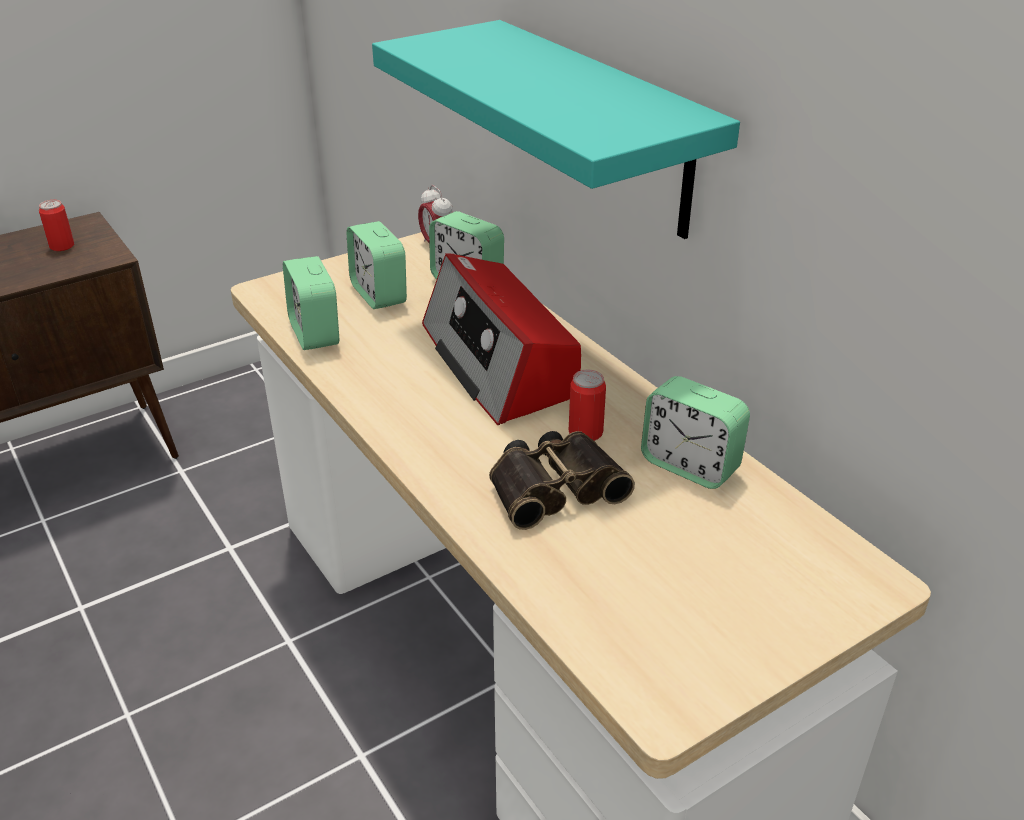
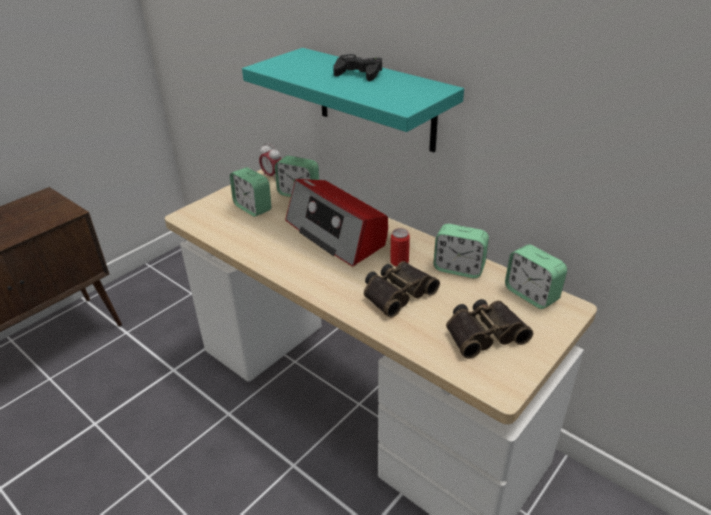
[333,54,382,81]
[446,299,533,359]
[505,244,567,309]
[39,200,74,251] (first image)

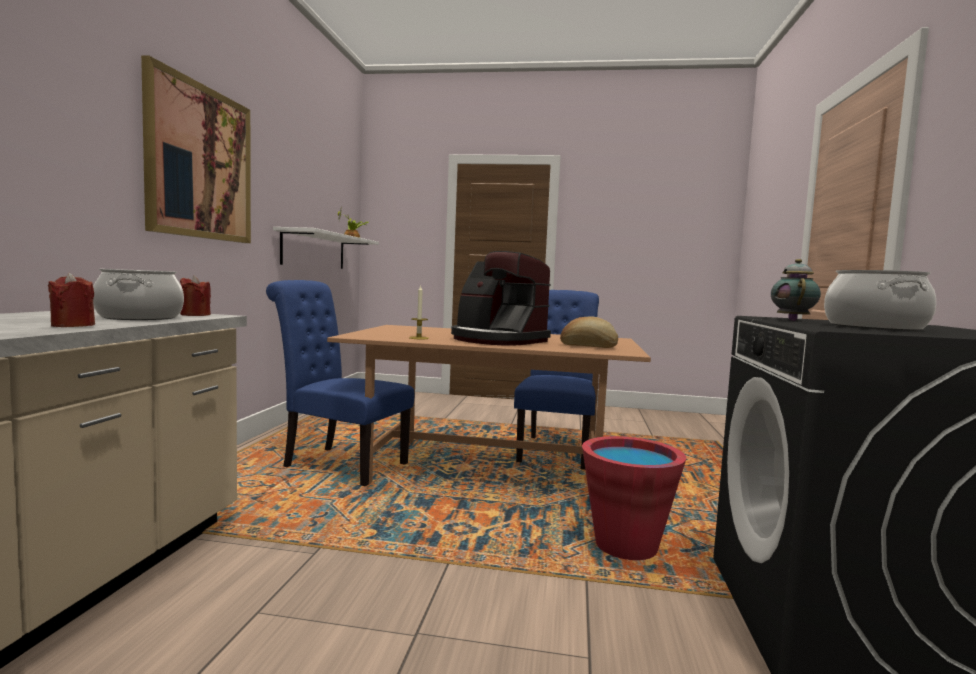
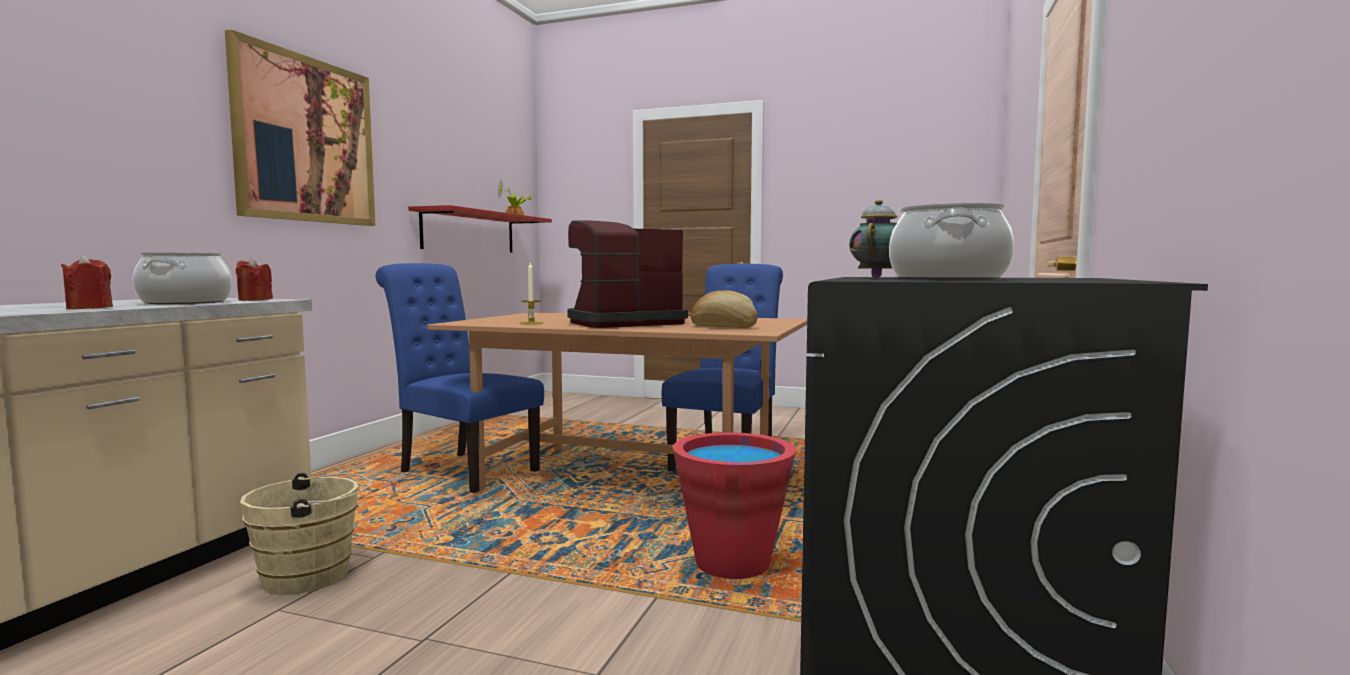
[240,473,371,595]
[408,205,552,252]
[567,220,688,328]

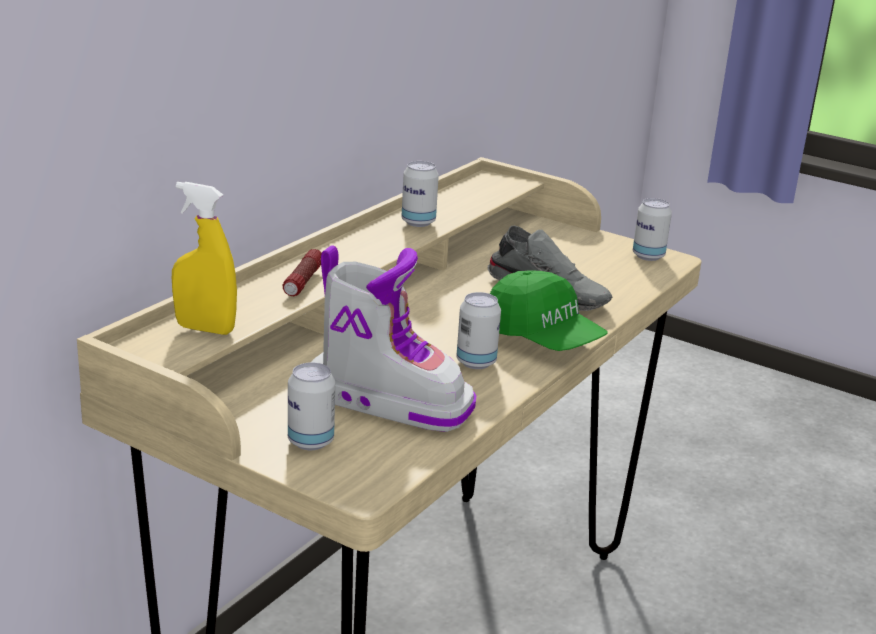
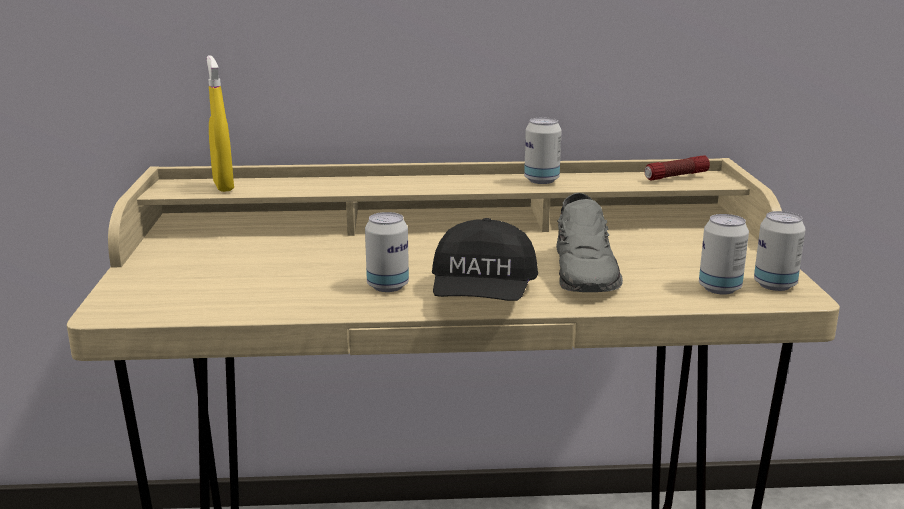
[432,218,538,301]
[644,155,710,180]
[699,214,749,295]
[311,245,476,432] (first image)

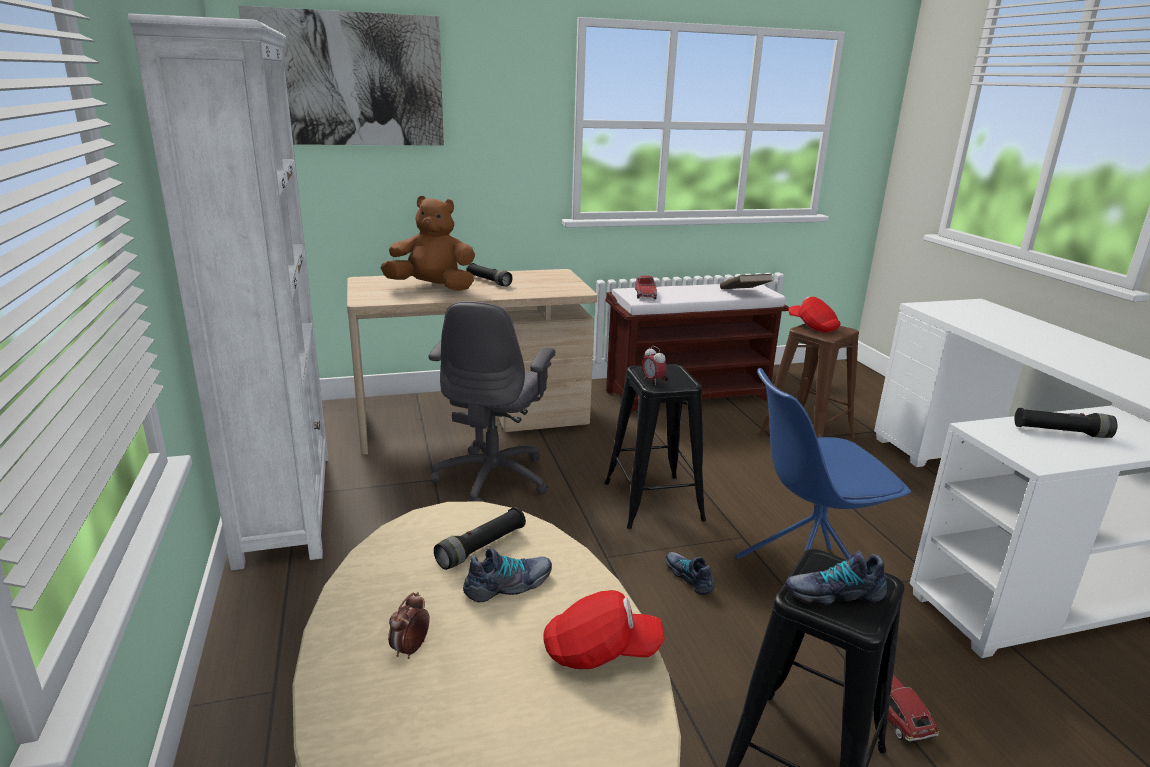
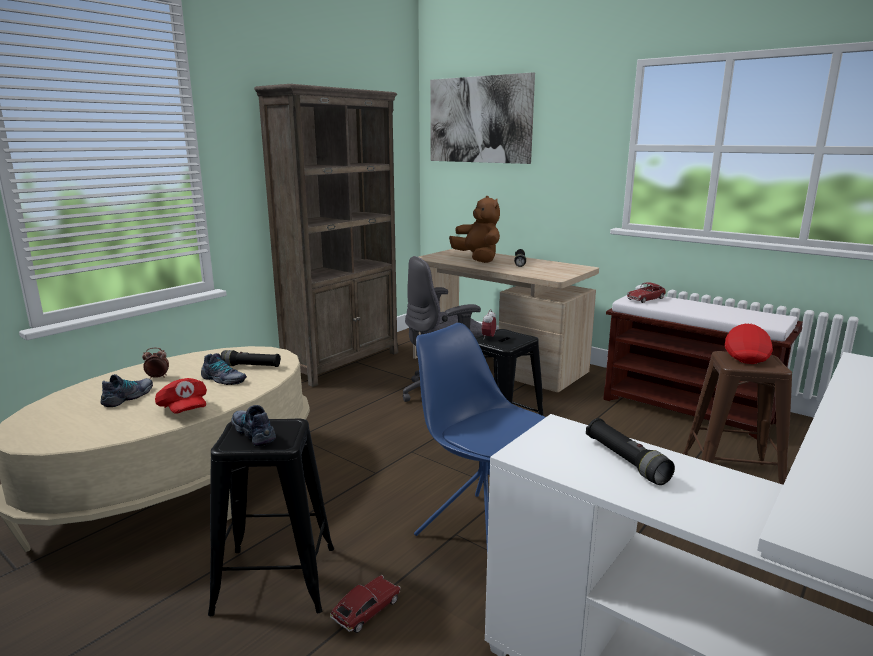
[100,374,153,407]
[254,84,398,387]
[720,274,773,289] (first image)

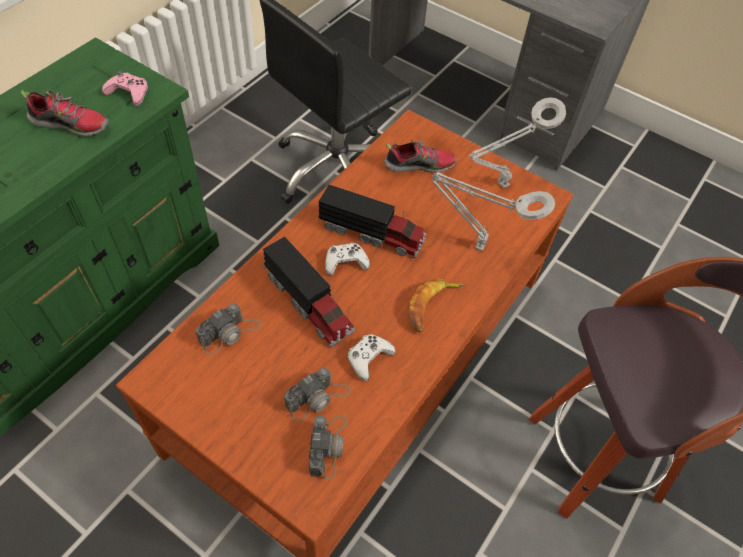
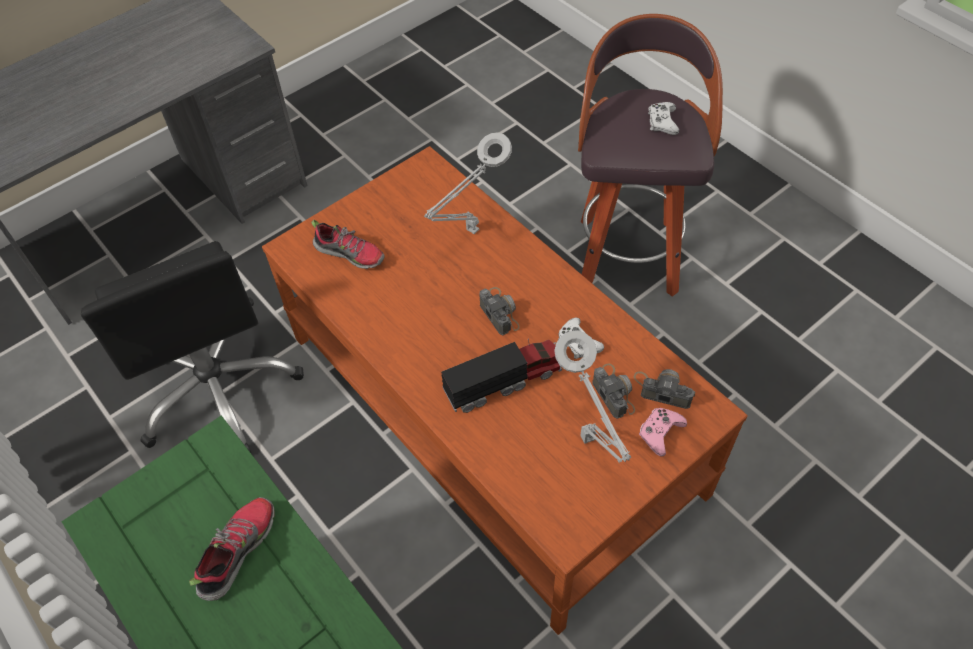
[311,220,385,269]
[480,287,520,335]
[554,330,631,463]
[639,408,687,456]
[648,102,679,135]
[318,185,427,258] (first image)
[408,278,465,333] (first image)

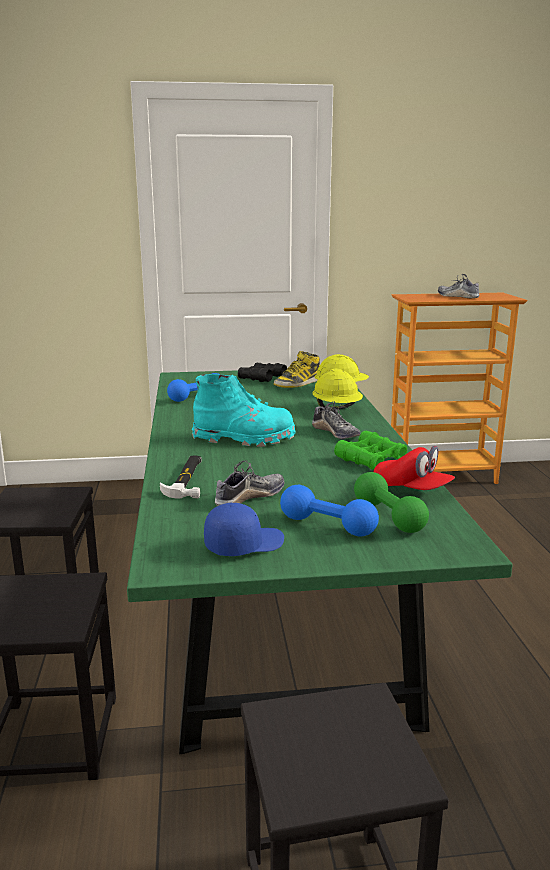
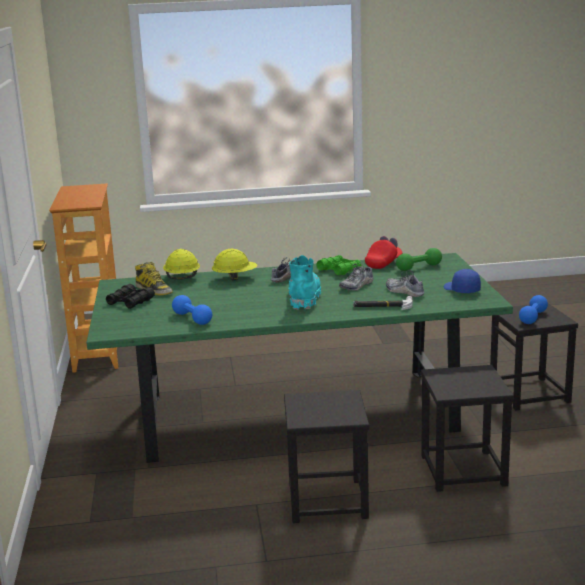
[339,263,374,290]
[519,295,548,324]

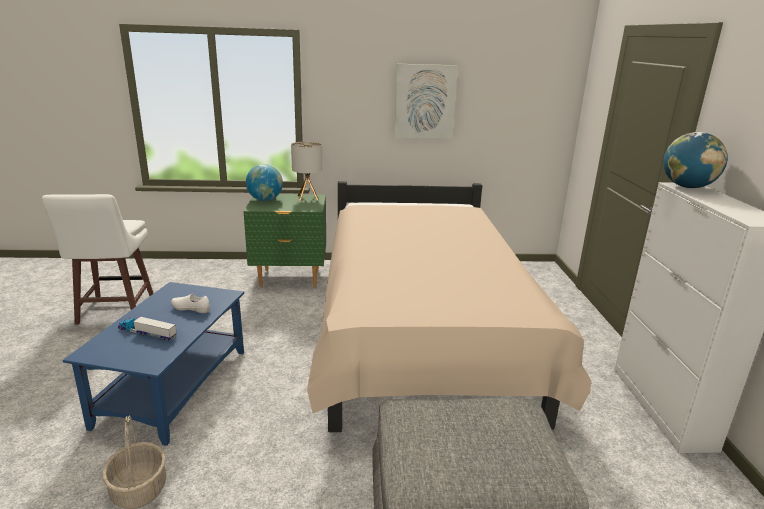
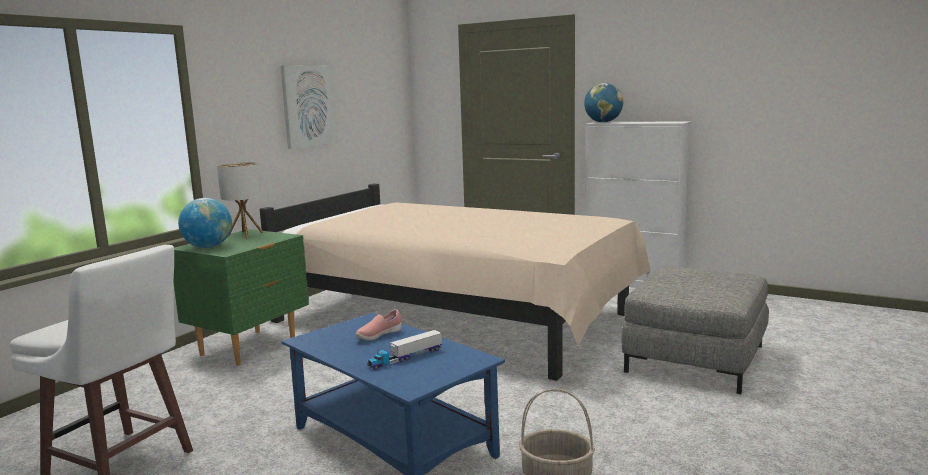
[355,309,402,341]

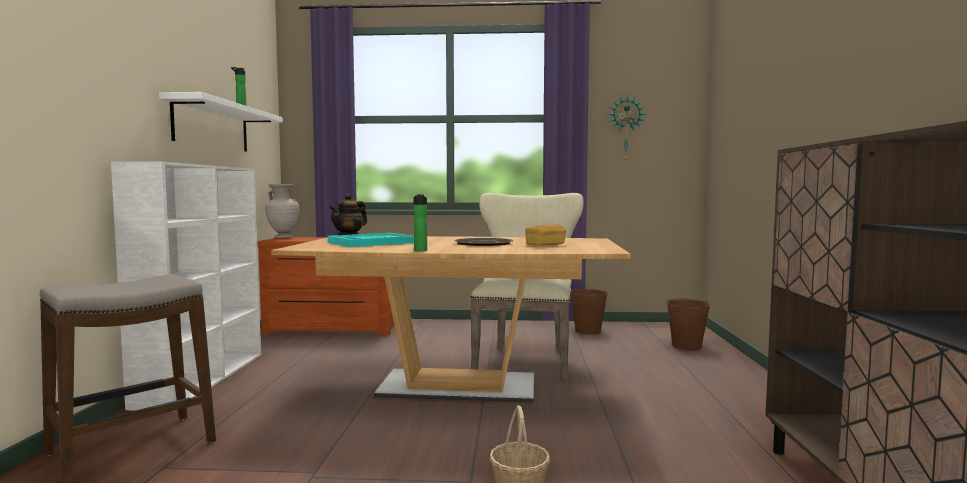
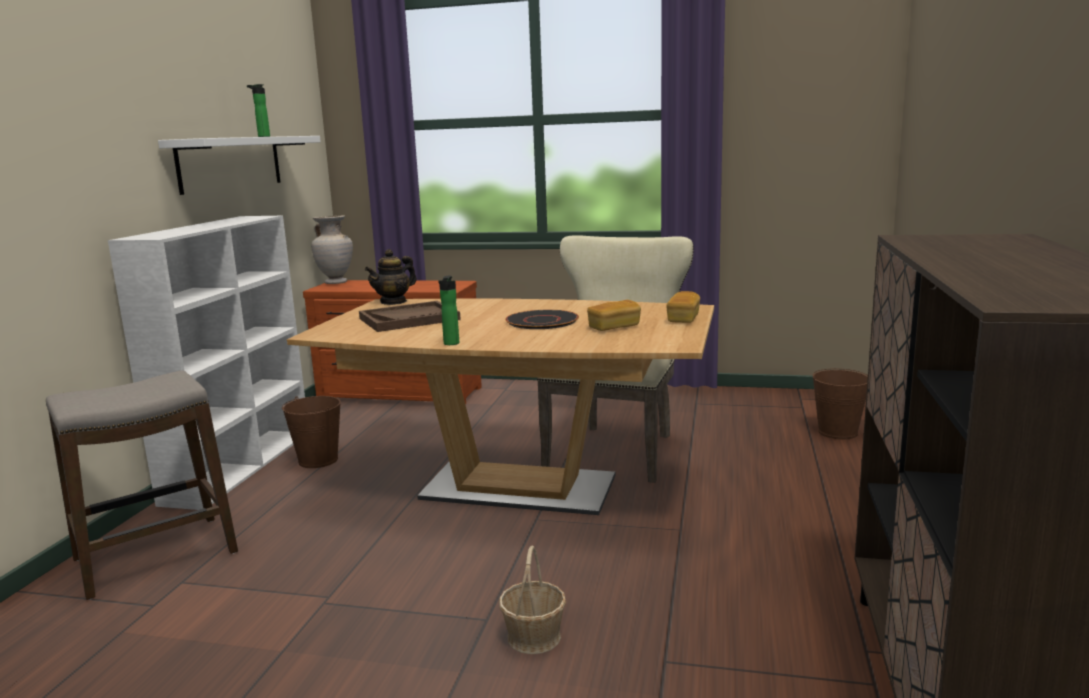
[282,396,341,468]
[359,301,461,332]
[666,291,700,323]
[608,95,645,161] (first image)

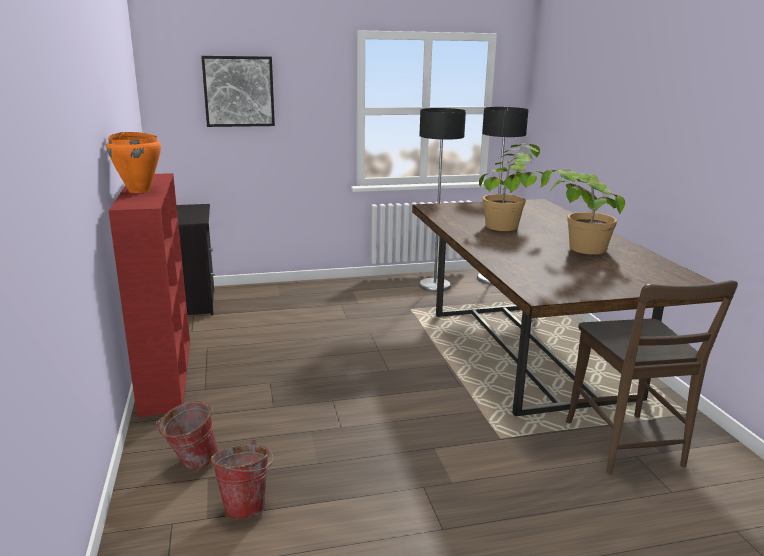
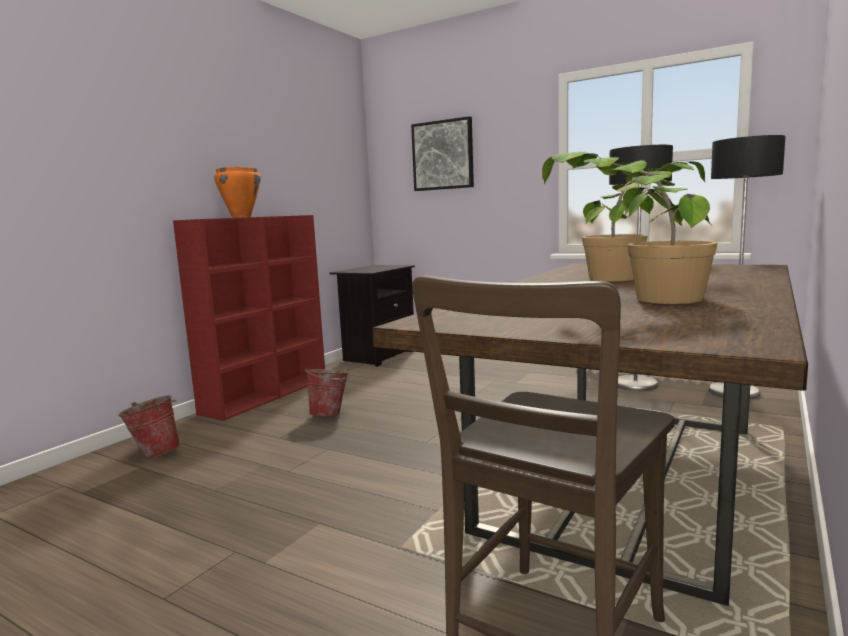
[305,368,351,416]

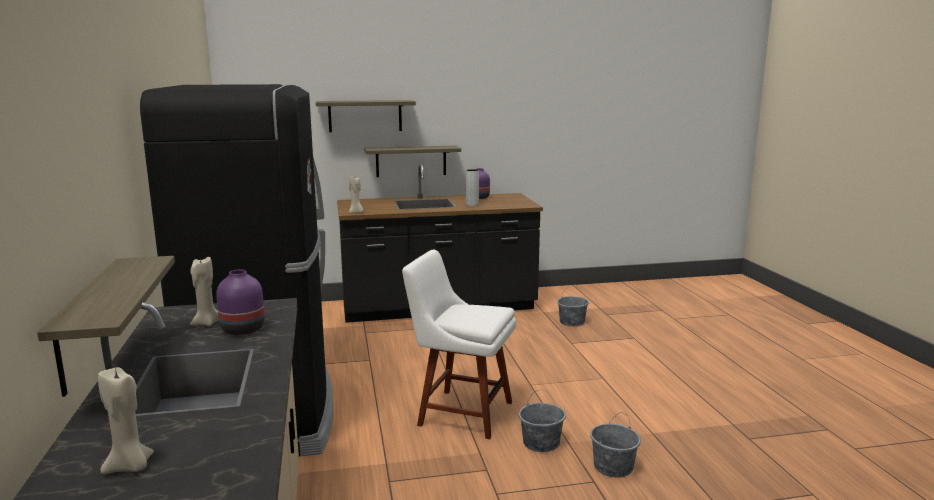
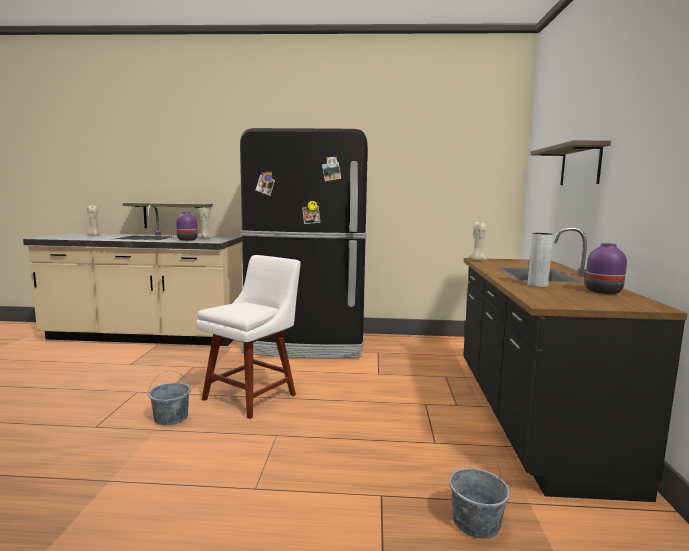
[364,146,461,177] (first image)
[590,412,641,477] (first image)

